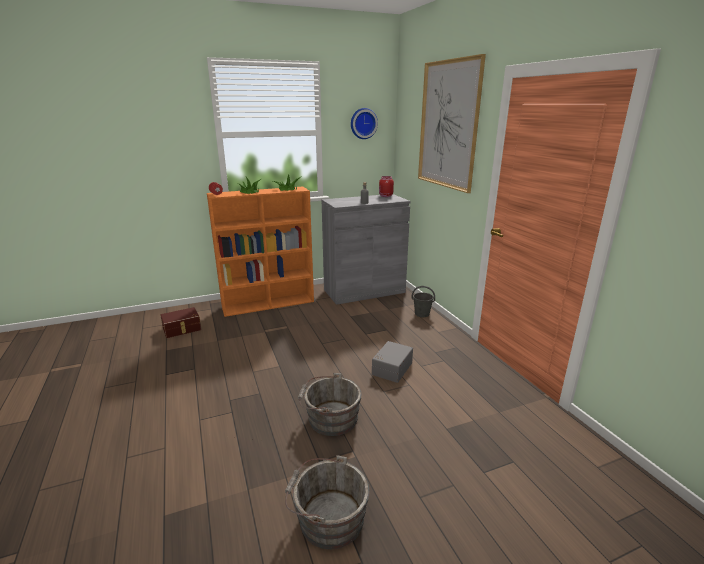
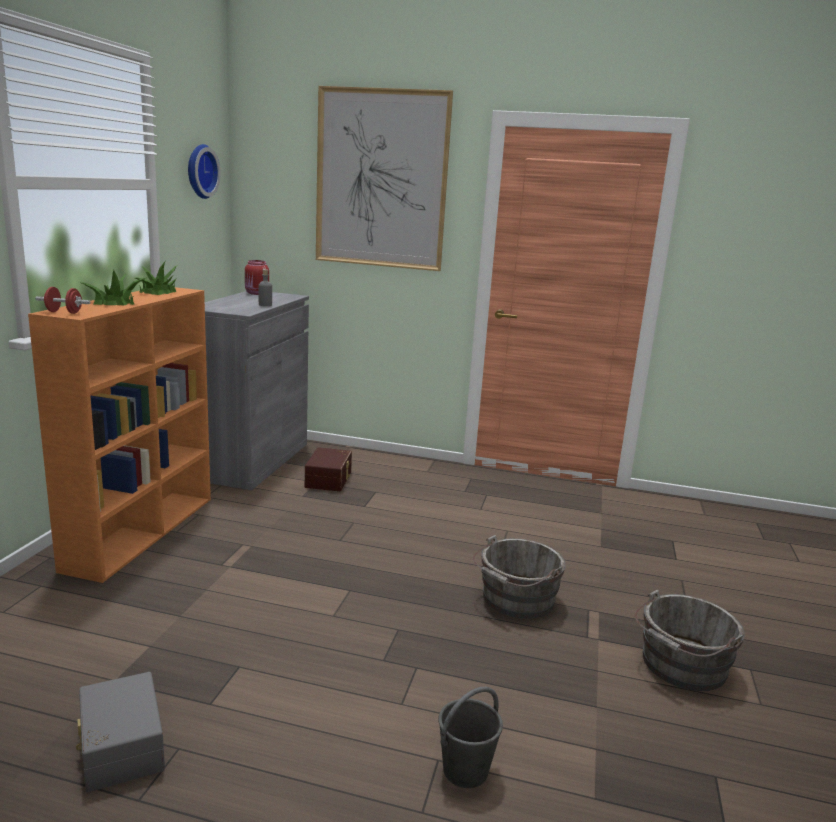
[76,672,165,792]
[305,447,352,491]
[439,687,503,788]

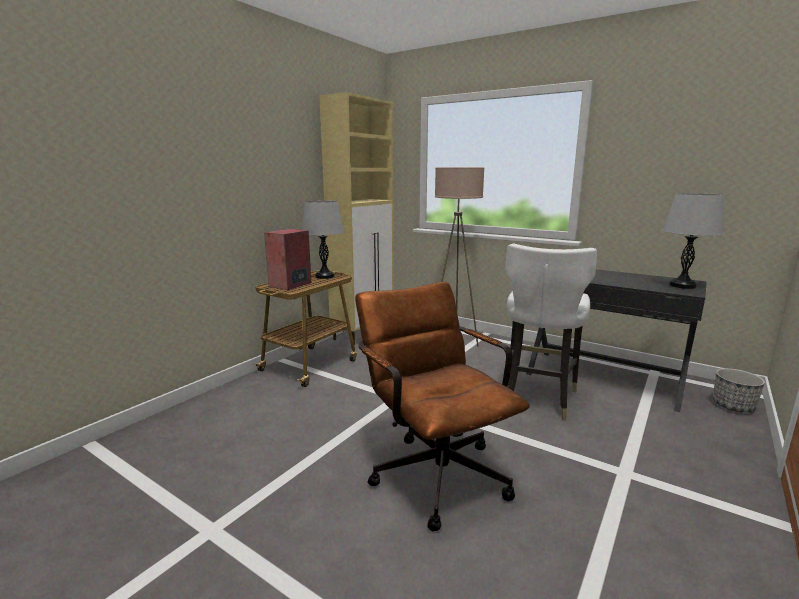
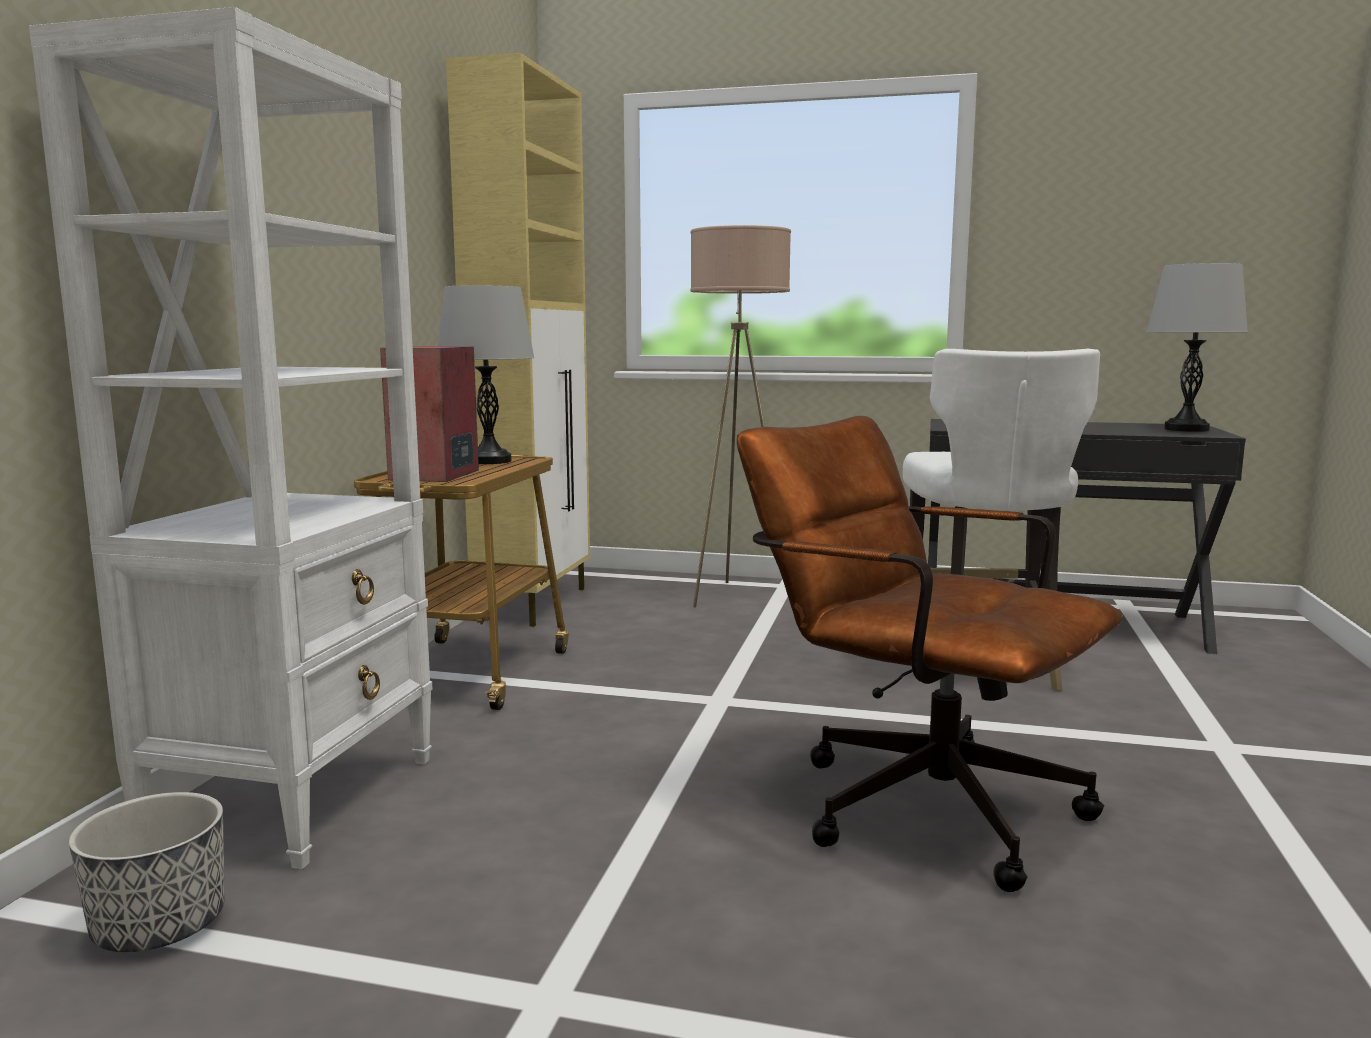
[29,7,433,869]
[69,792,225,952]

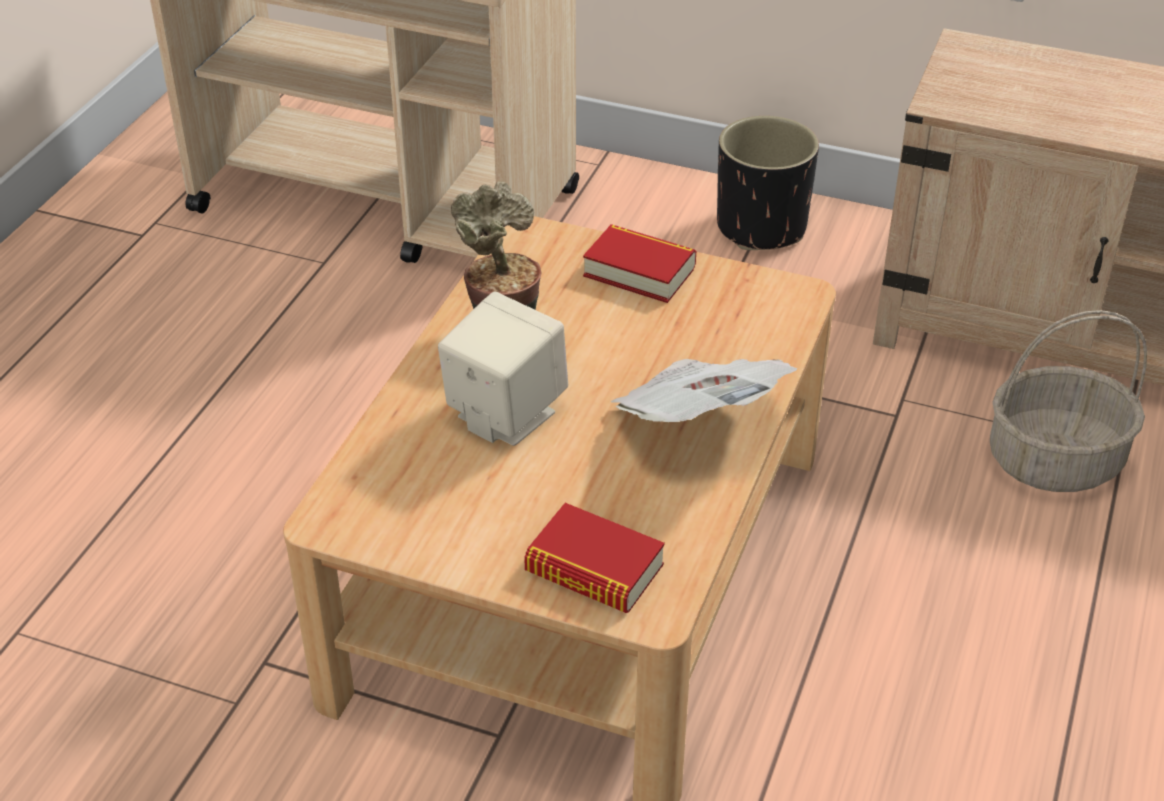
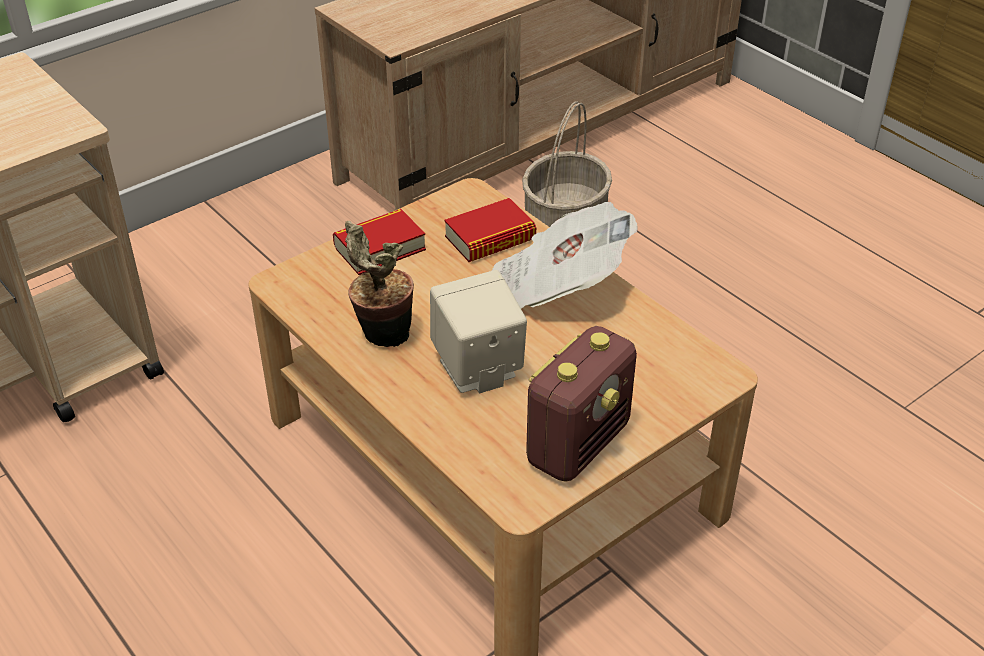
[444,198,536,262]
[526,326,637,482]
[717,116,819,250] (first image)

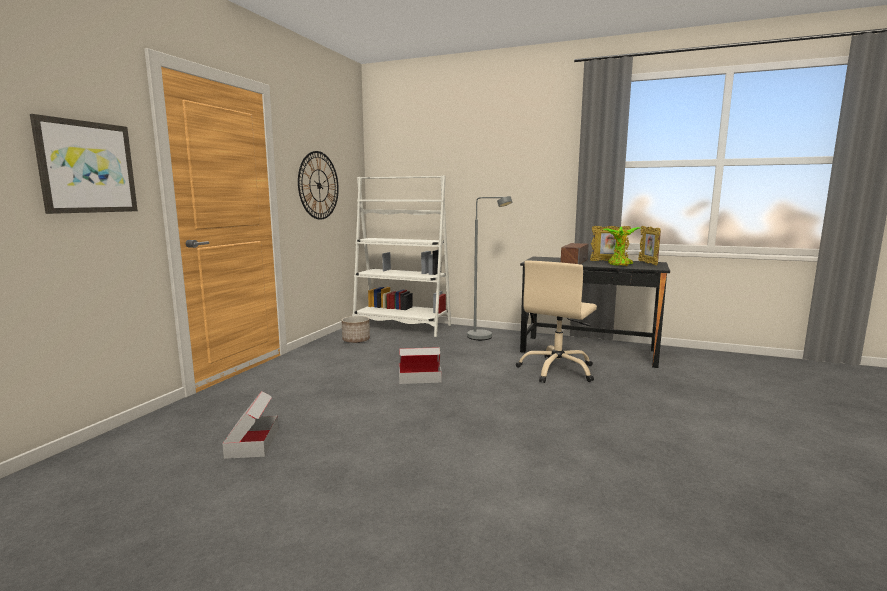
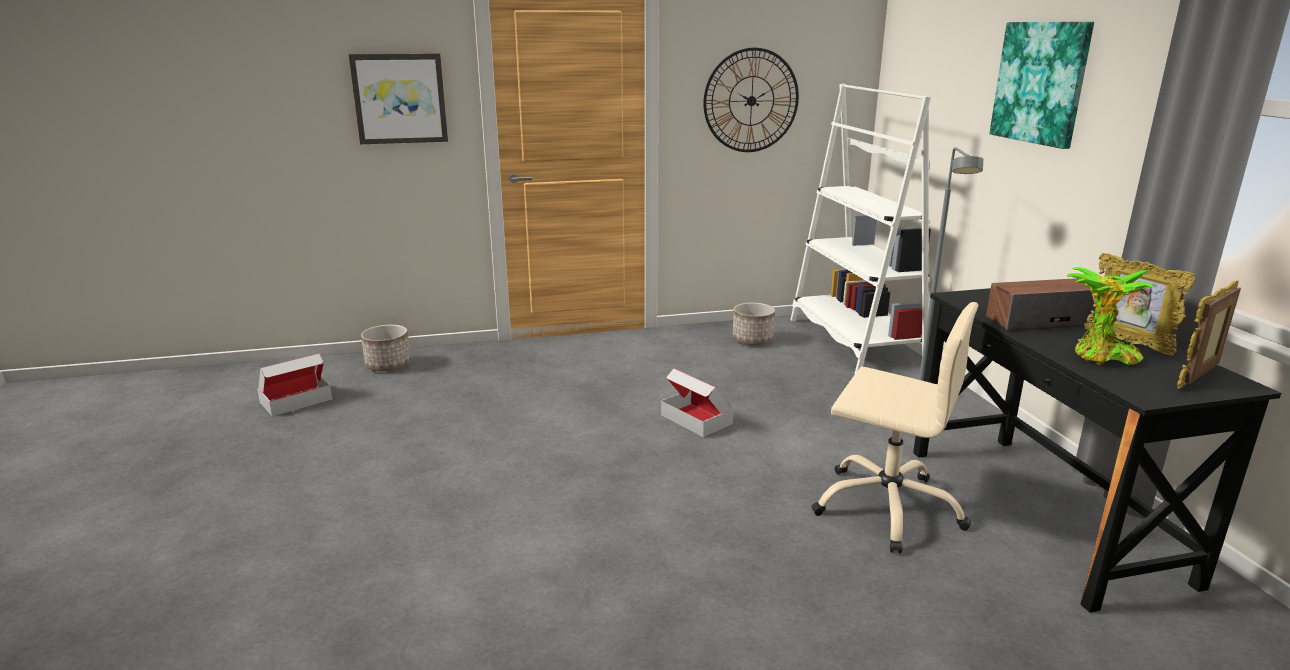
[257,354,332,416]
[361,325,411,371]
[811,302,978,553]
[989,22,1094,149]

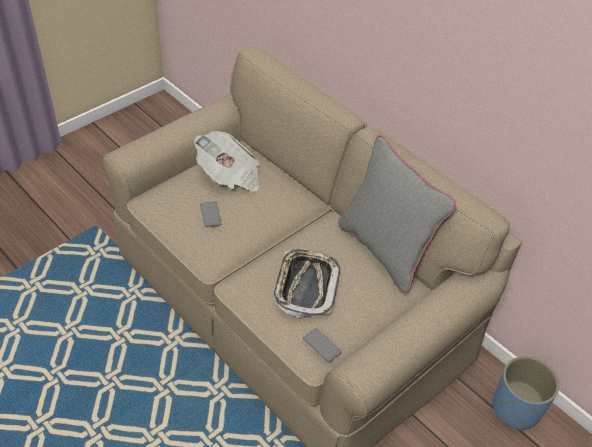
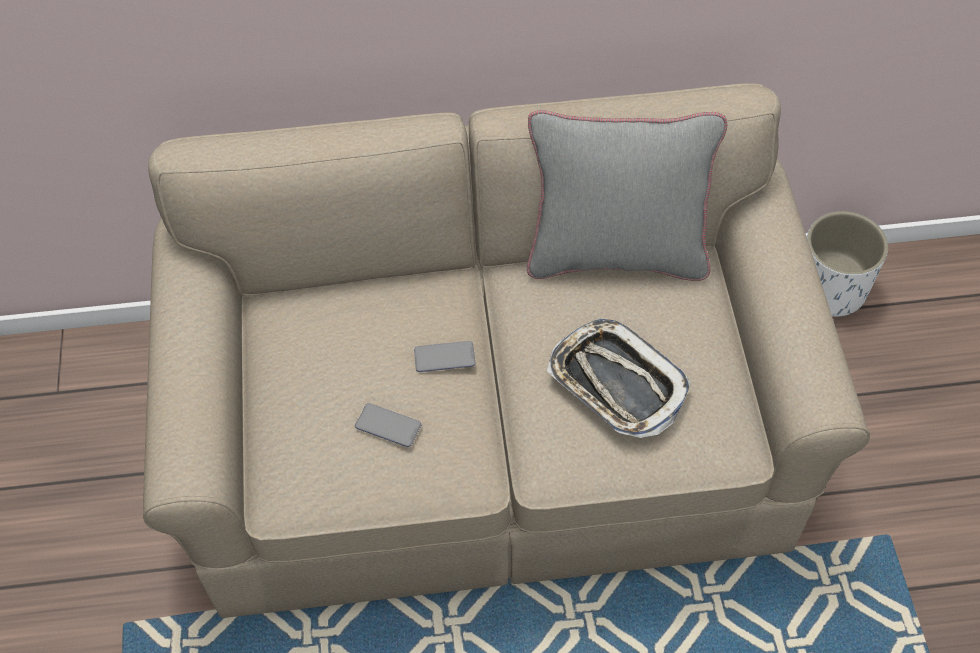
[414,341,476,372]
[807,211,888,317]
[194,131,259,192] (first image)

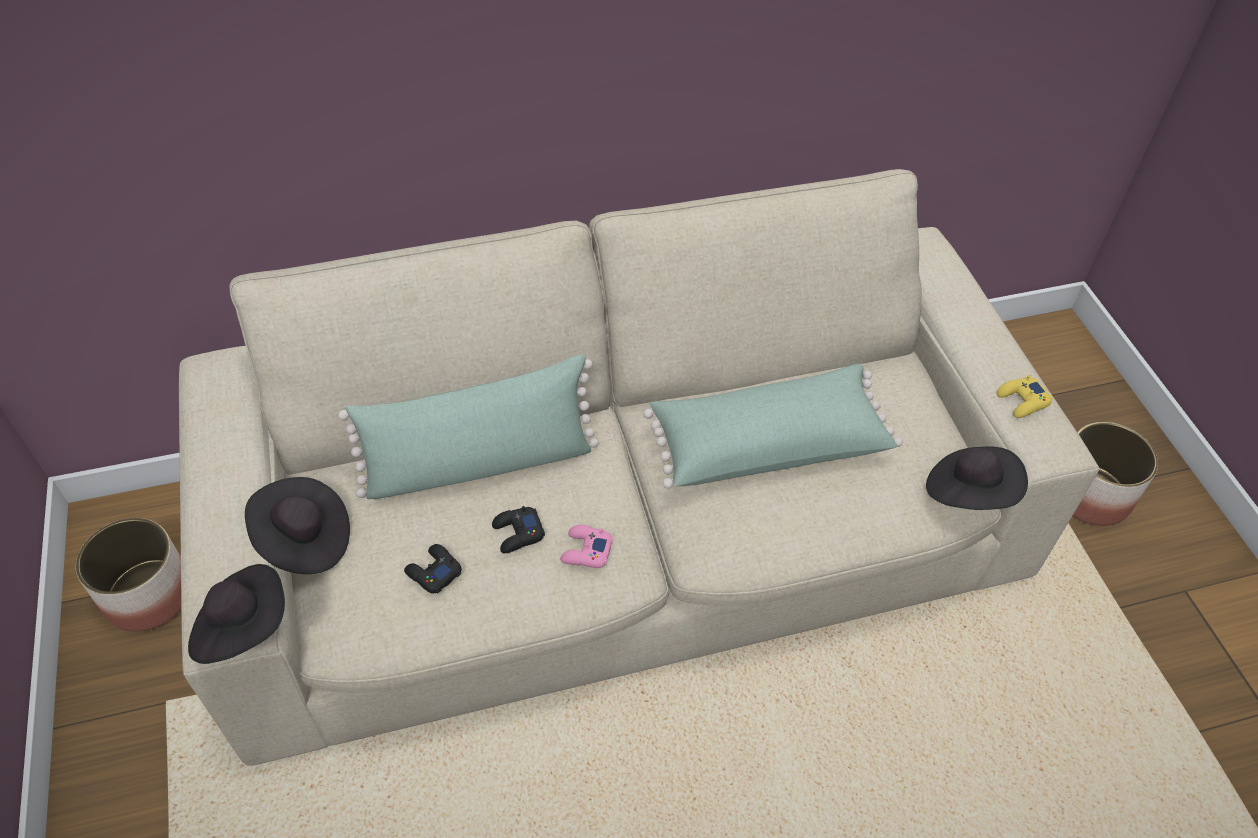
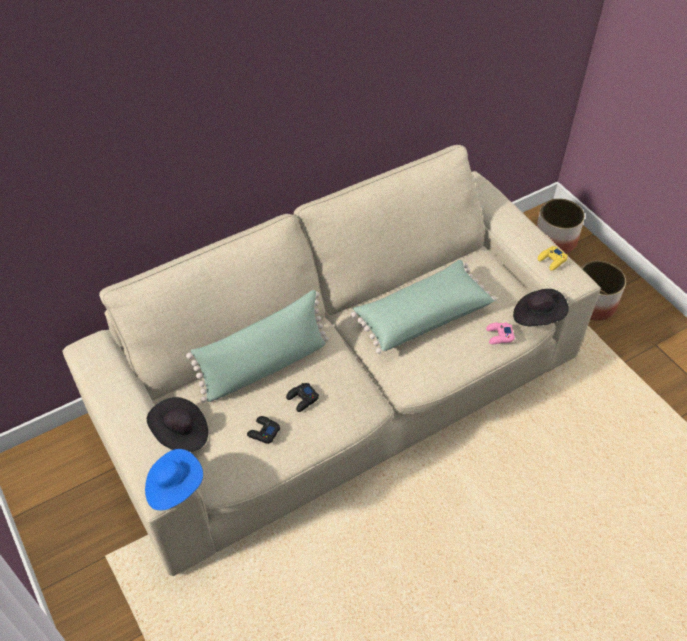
[145,449,203,510]
[486,322,515,344]
[536,199,585,254]

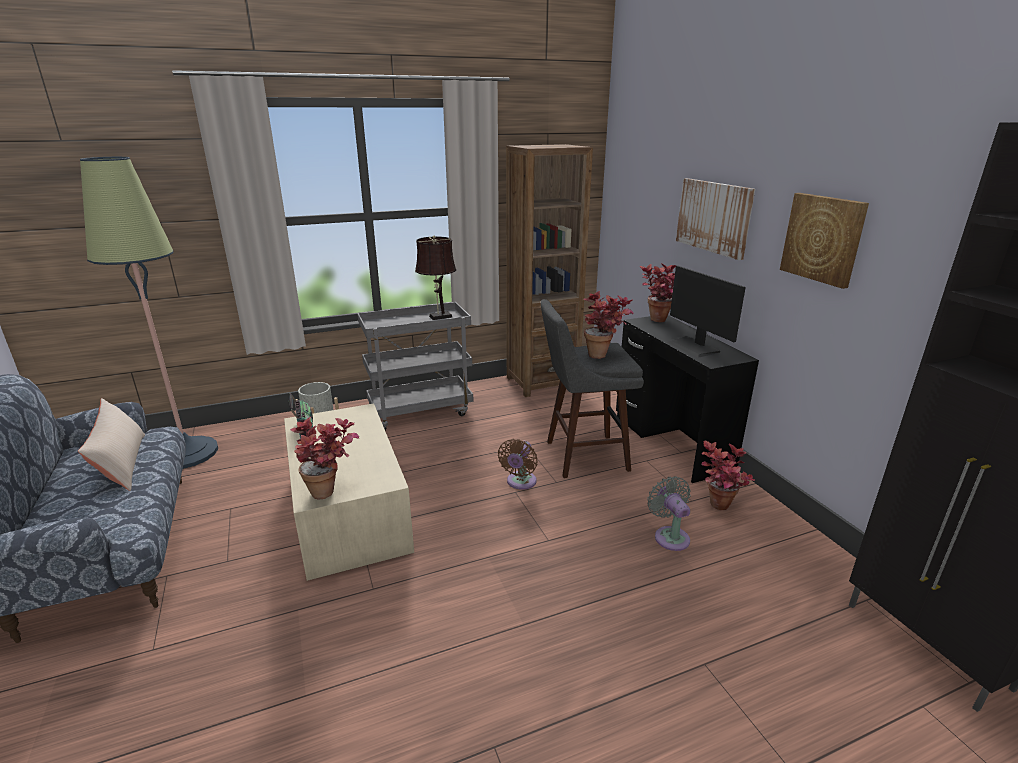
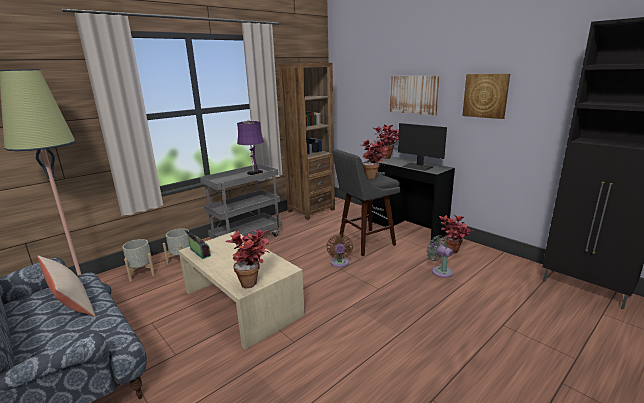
[122,239,155,282]
[237,120,264,175]

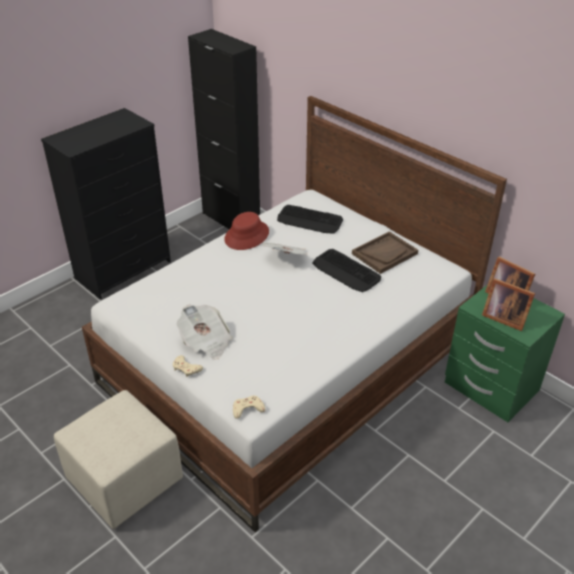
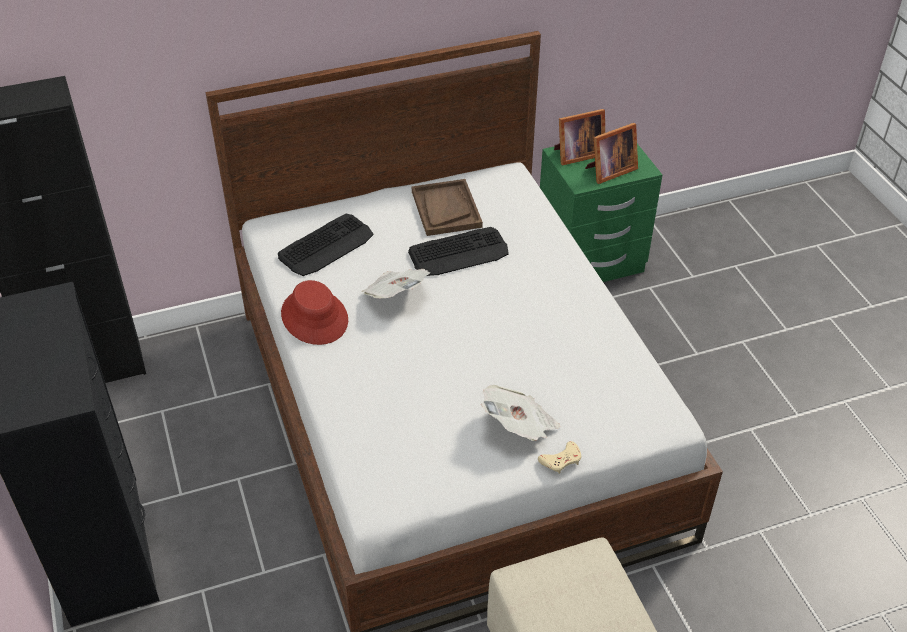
[233,396,265,419] (first image)

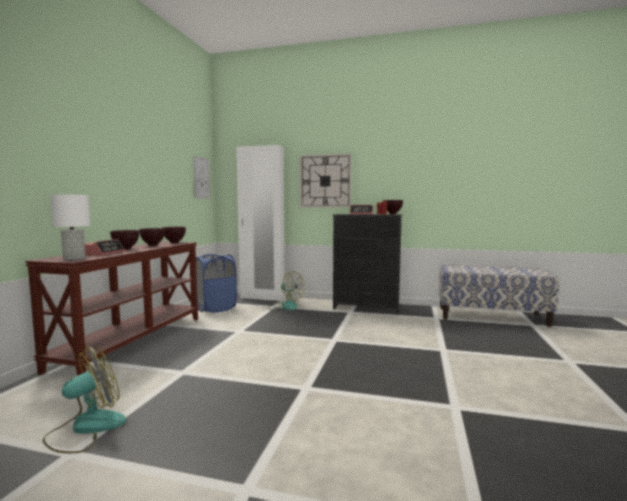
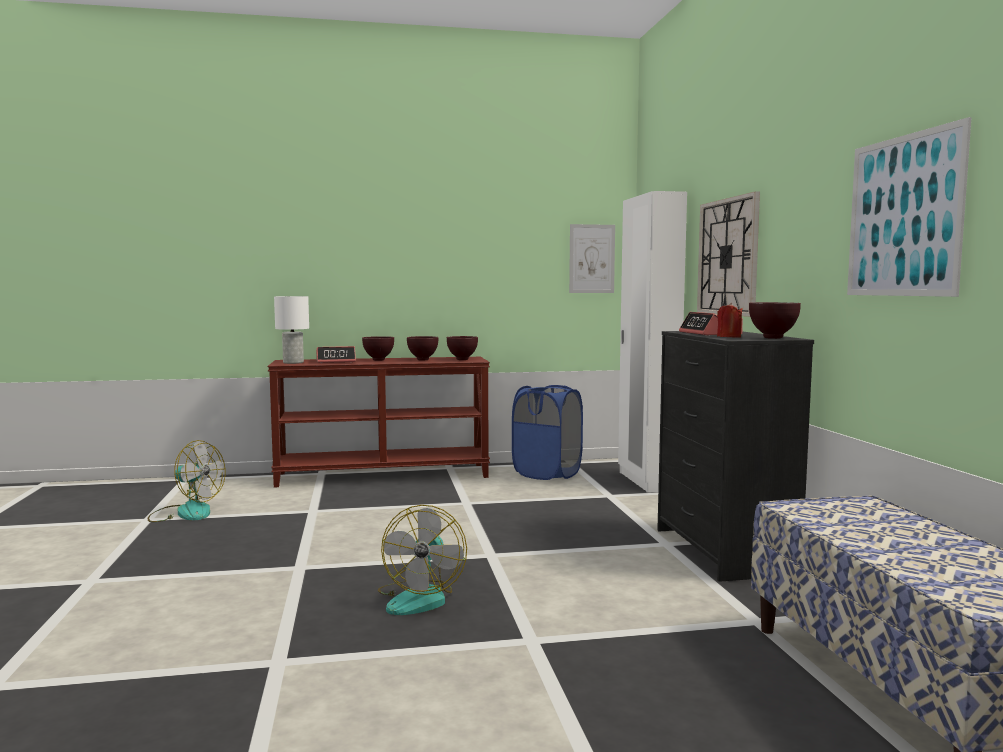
[378,505,467,615]
[847,117,972,297]

